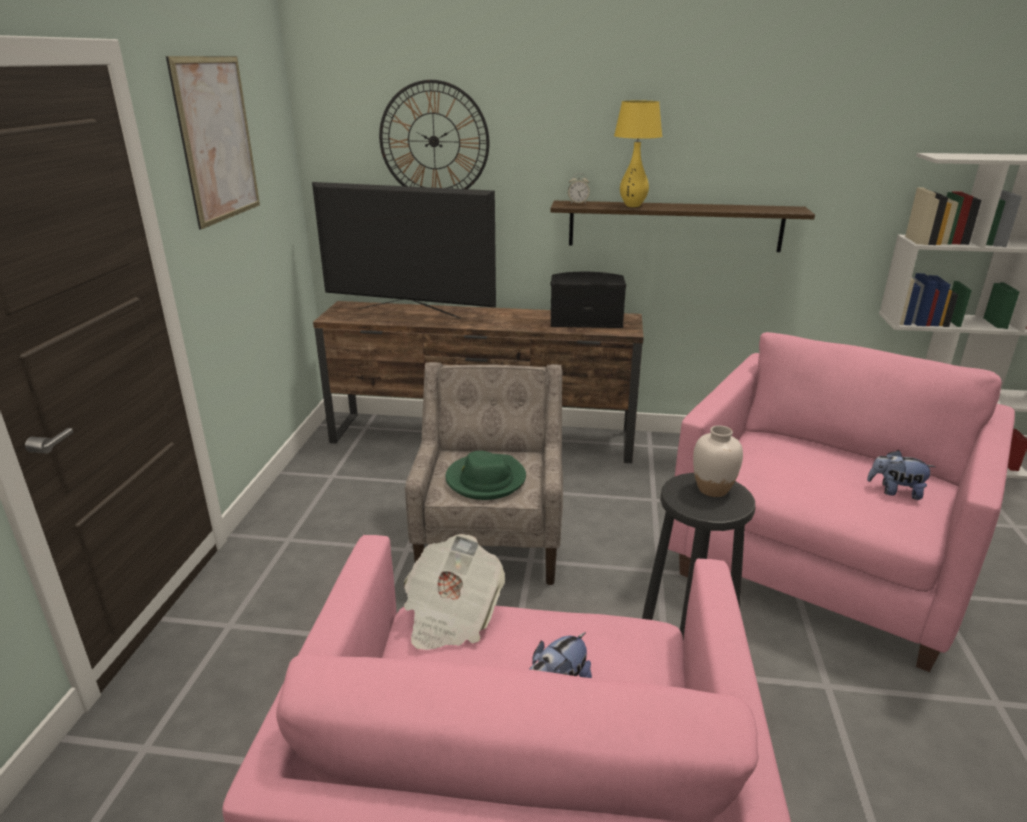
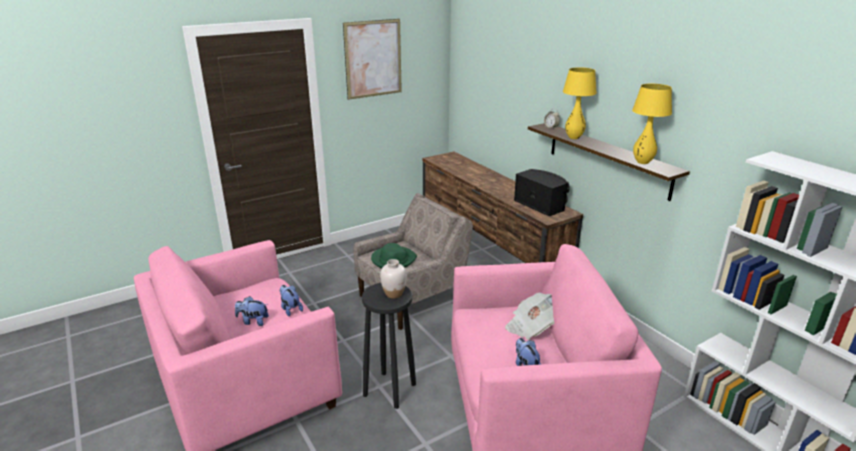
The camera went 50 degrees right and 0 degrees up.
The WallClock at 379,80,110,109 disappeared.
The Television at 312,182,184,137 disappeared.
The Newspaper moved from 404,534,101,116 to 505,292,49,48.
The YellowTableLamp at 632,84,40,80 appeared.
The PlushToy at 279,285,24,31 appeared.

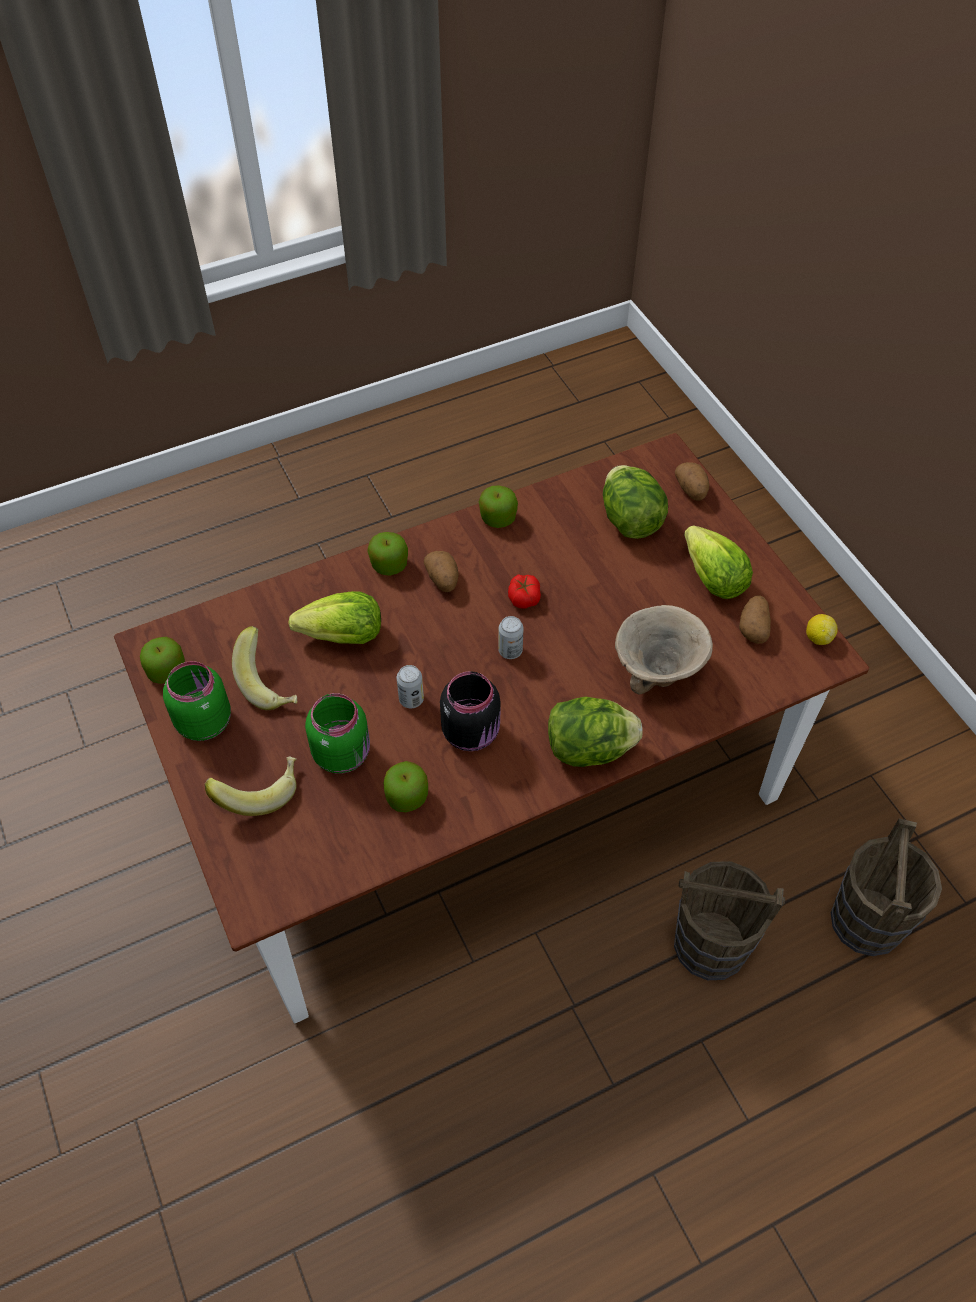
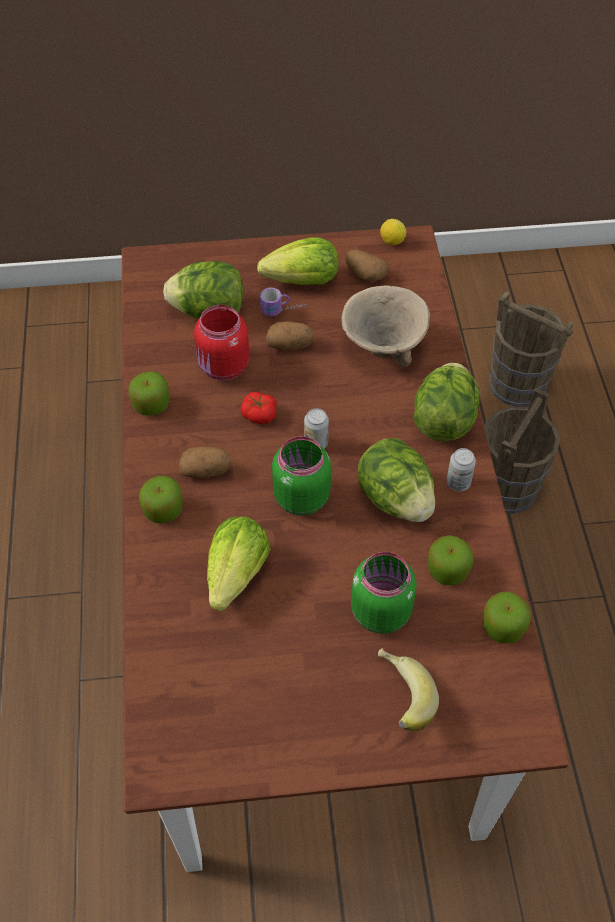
The camera went 70 degrees left and 0 degrees up.
The Potato moved from 675,462,35,39 to 265,322,49,28.
The Banana at 232,626,65,84 disappeared.
The Apple moved from 140,637,45,47 to 483,591,48,53.
The GreenJar moved from 163,661,68,80 to 272,436,59,79.
The Can moved from 397,665,27,43 to 447,448,29,44.
The BlackJar at 440,671,61,80 was replaced by the Lettuce at 357,438,78,84.
The Mug at 260,287,47,29 appeared.
The RedJar at 194,305,56,75 appeared.

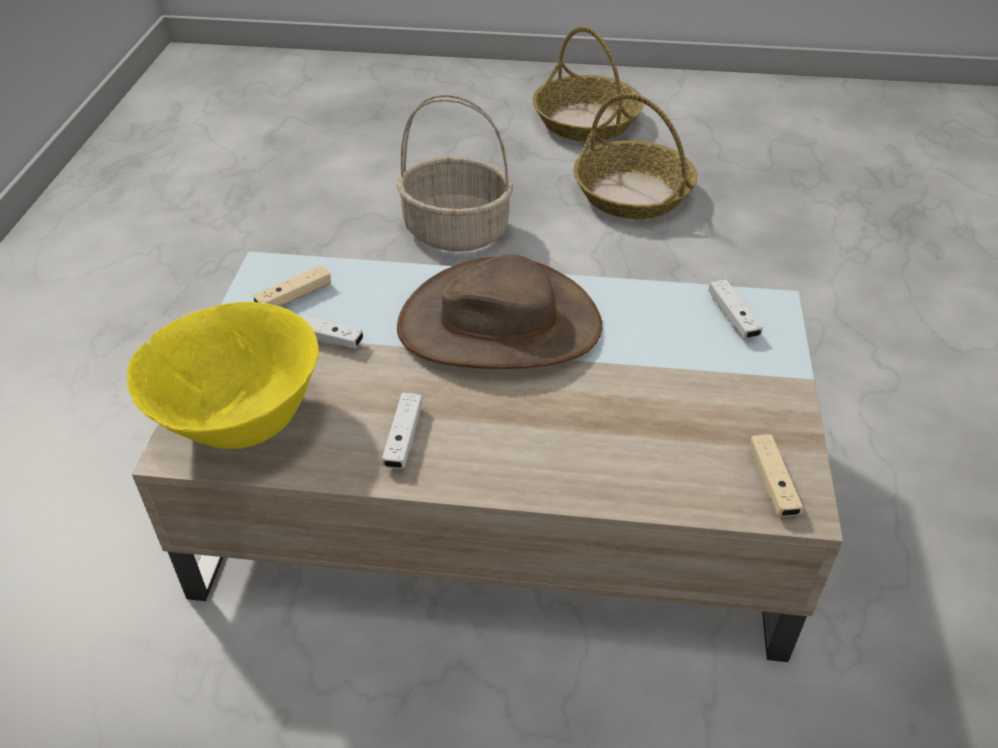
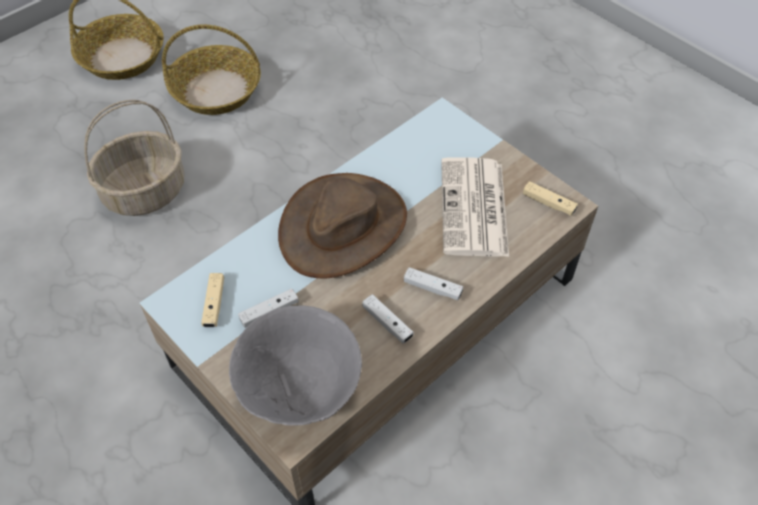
The camera went 50 degrees left and 10 degrees up.
The WhiteGameController moved from 709,279,54,60 to 404,267,59,34.
The YellowBowl at 127,302,192,147 became the GreyBowl at 229,305,133,121.
The Newspaper at 441,158,68,99 appeared.

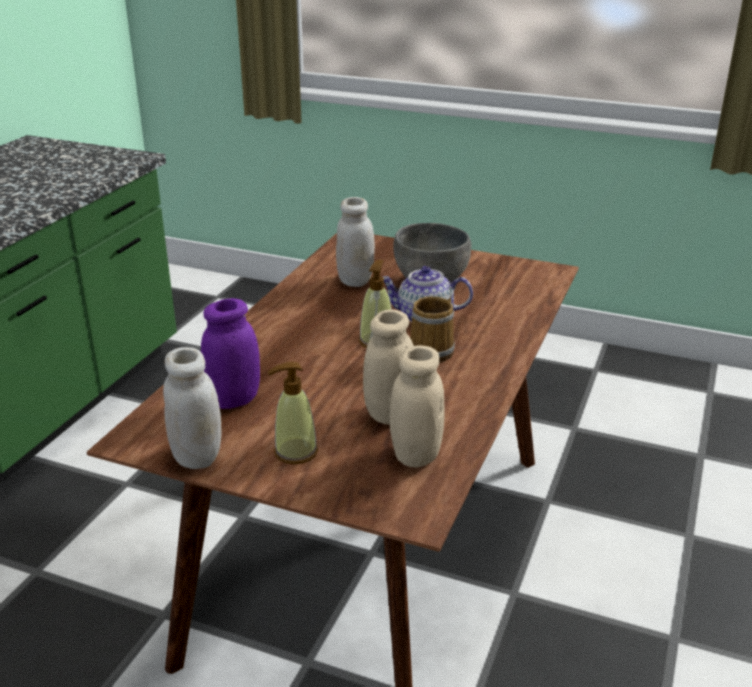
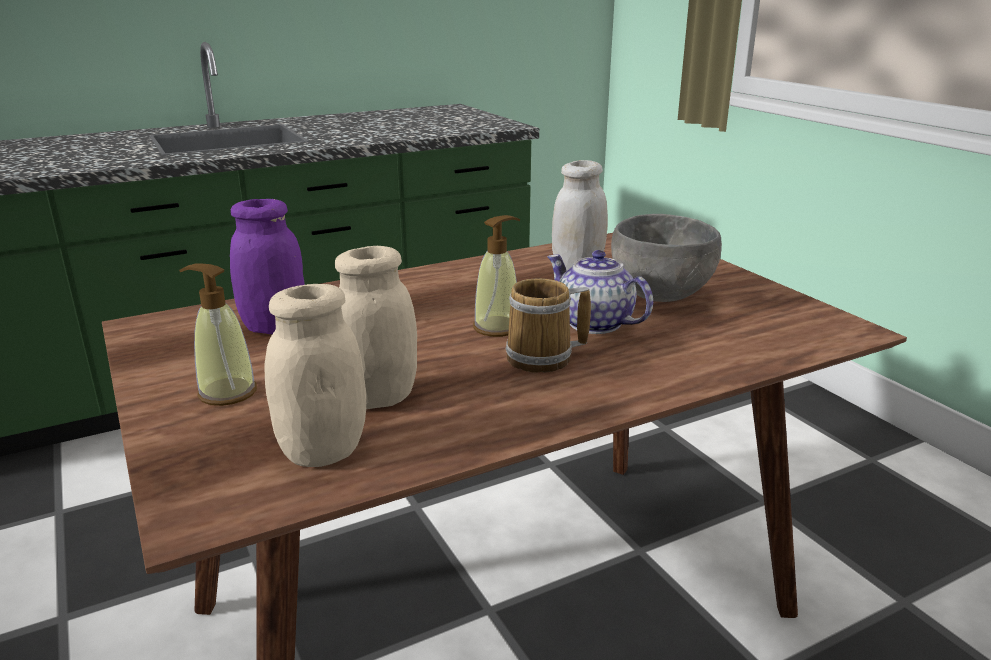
The camera went 40 degrees right and 5 degrees down.
The WhiteJar at 163,347,58,122 disappeared.

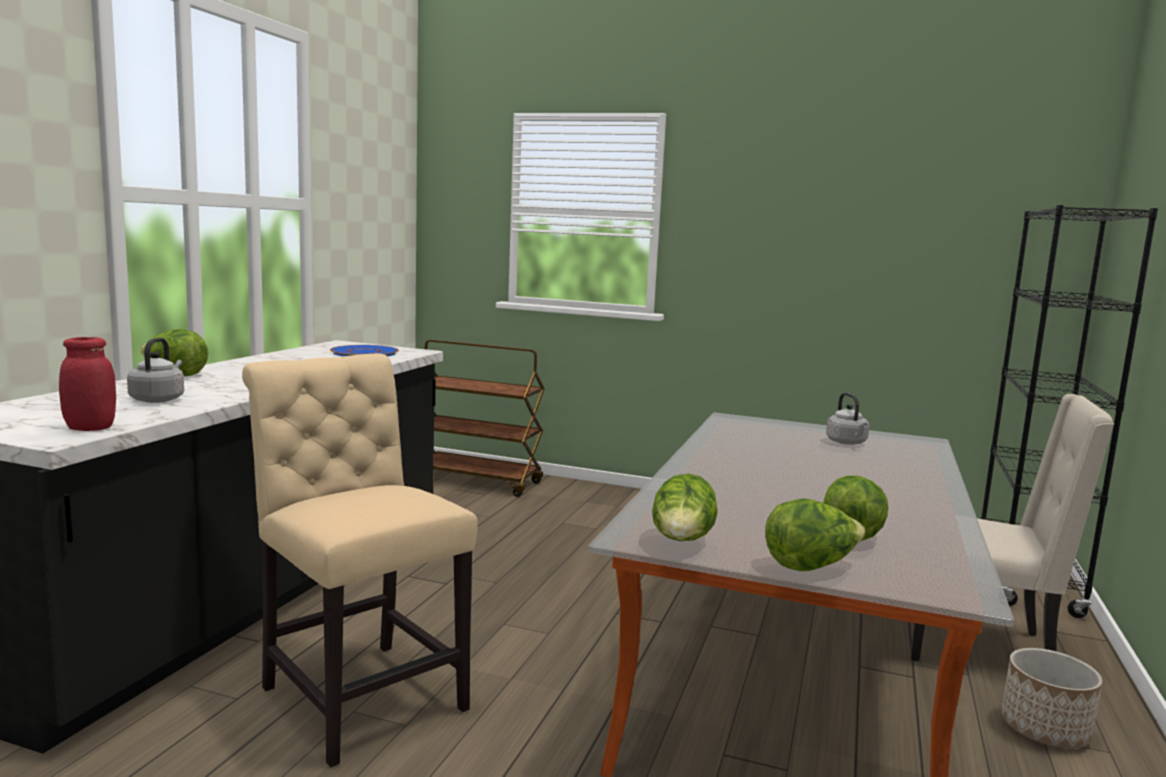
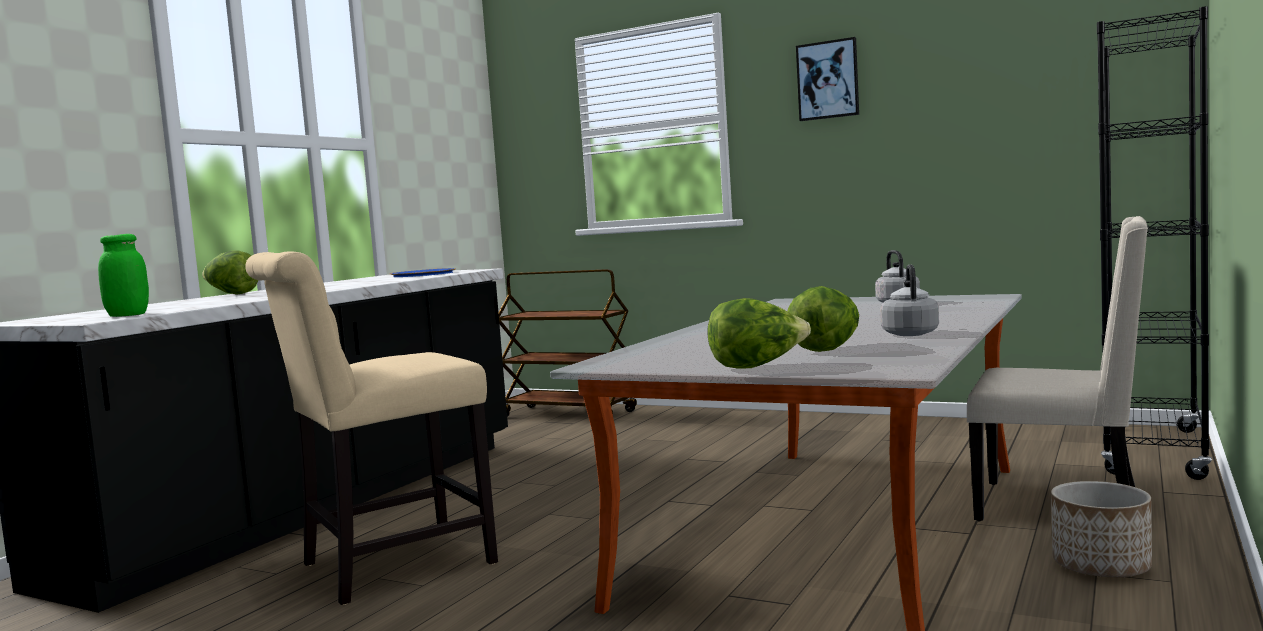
The camera went 10 degrees right and 5 degrees down.
The RedJar at 59,337,57,94 became the GreenJar at 98,234,51,83.
The GreyKettle moved from 127,338,57,65 to 880,265,59,71.
The BeigeChair at 242,353,236,414 turned 90 degrees counterclockwise.
The Lettuce at 652,473,65,68 disappeared.
The Picture at 796,37,63,84 appeared.

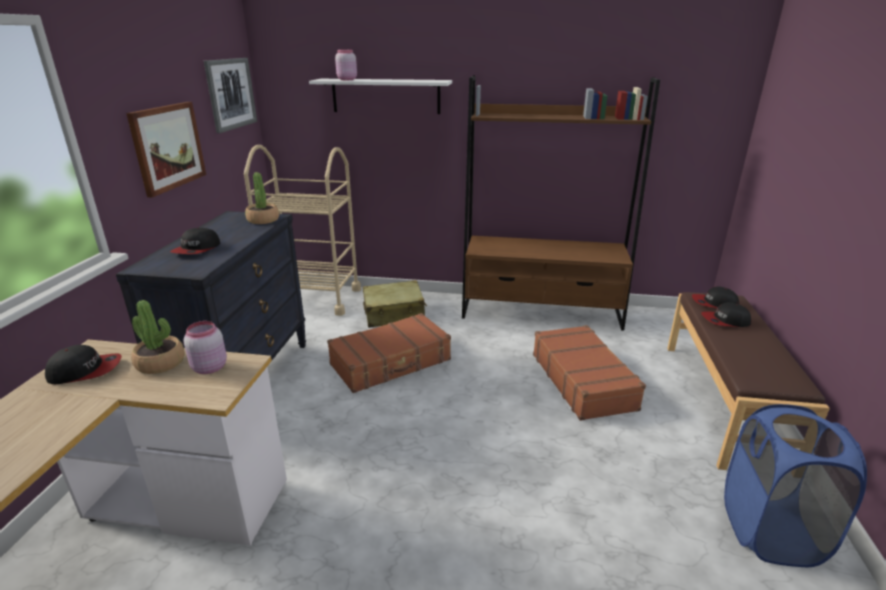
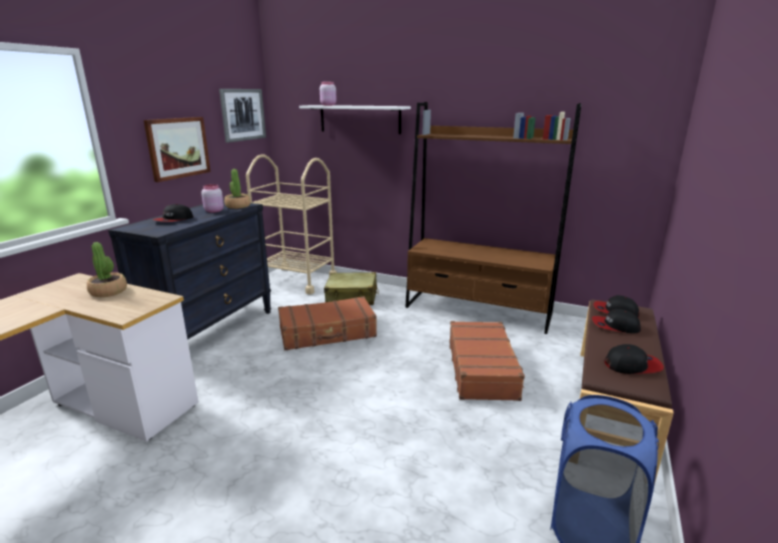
The camera went 15 degrees right and 5 degrees down.
The PinkJar moved from 183,321,44,53 to 201,184,23,29.
The Cap moved from 45,345,77,39 to 604,344,60,30.

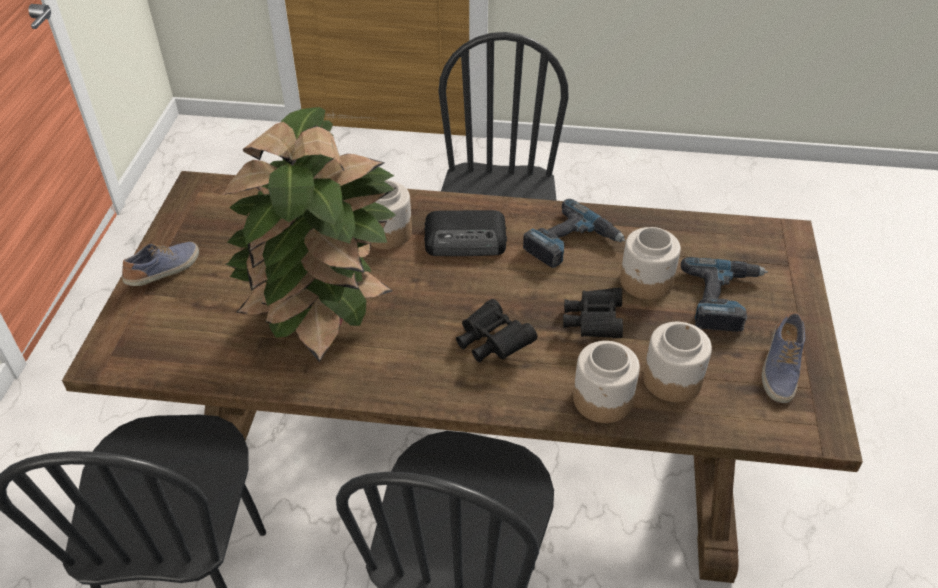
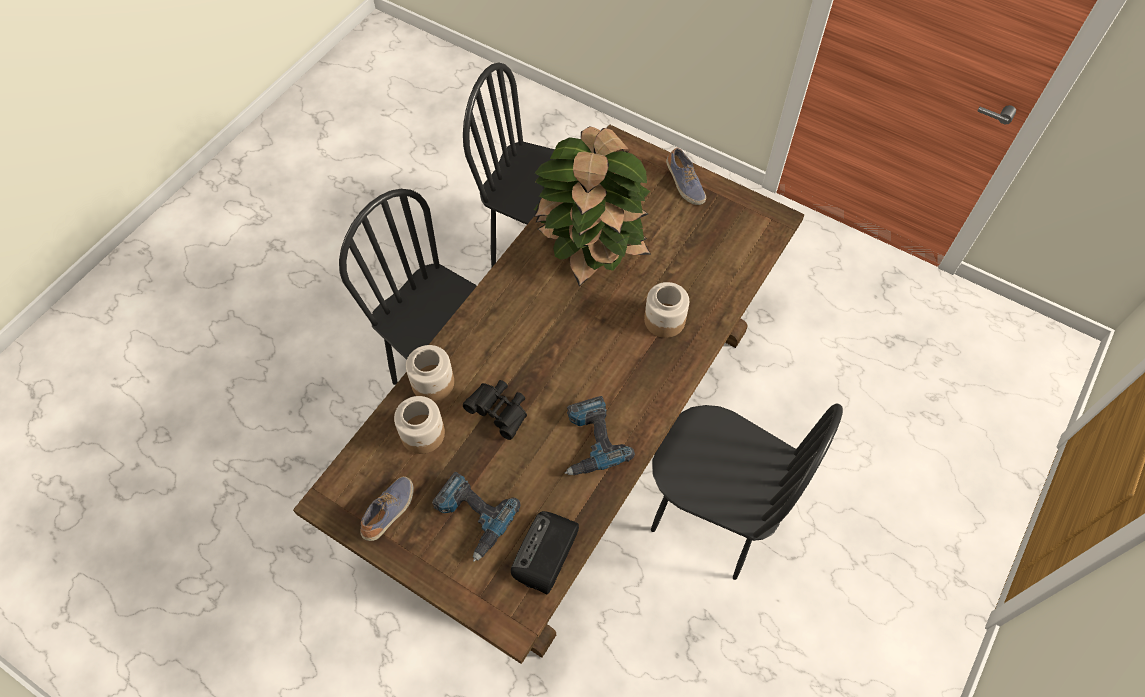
The camera went 115 degrees right and 15 degrees up.
The Radio moved from 424,210,83,46 to 511,511,68,83.
The Jar at 620,227,61,73 disappeared.
The BlackBinoculars at 456,299,82,63 disappeared.
The Shoe at 762,312,43,91 turned 75 degrees clockwise.

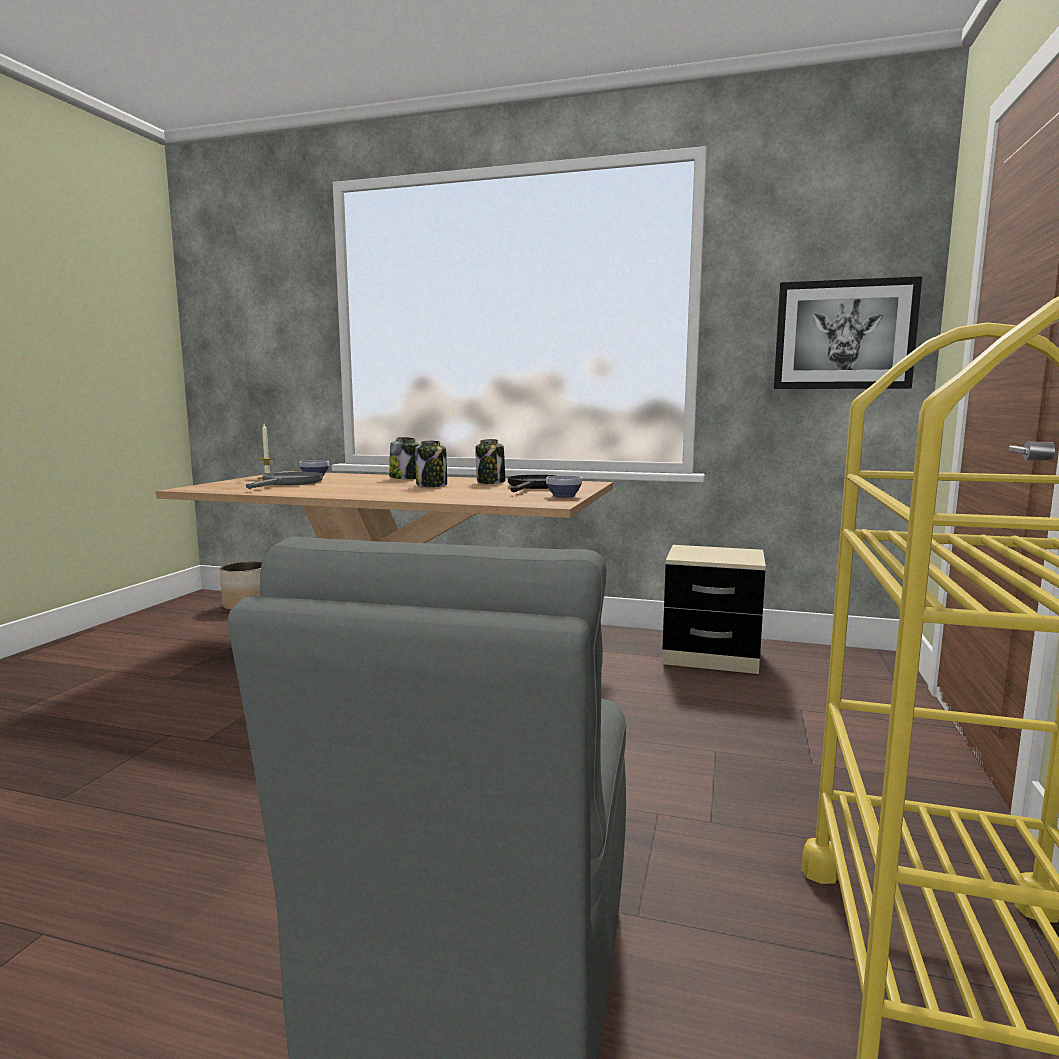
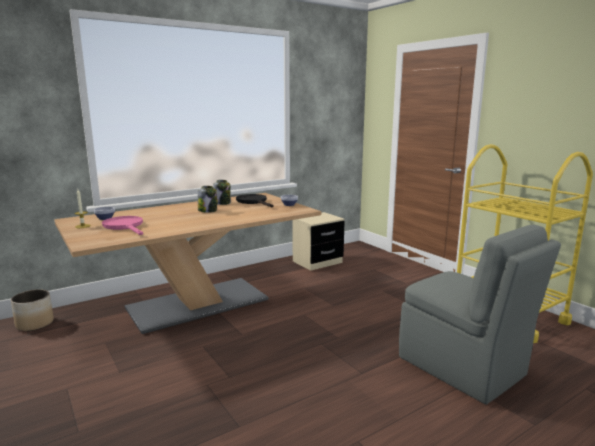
The camera went 50 degrees left and 5 degrees up.
The Picture at 774,276,148,113 disappeared.
The Jar at 389,437,31,42 disappeared.
The GreyFryingPan at 246,472,77,17 became the PinkFryingPan at 102,216,41,19.

